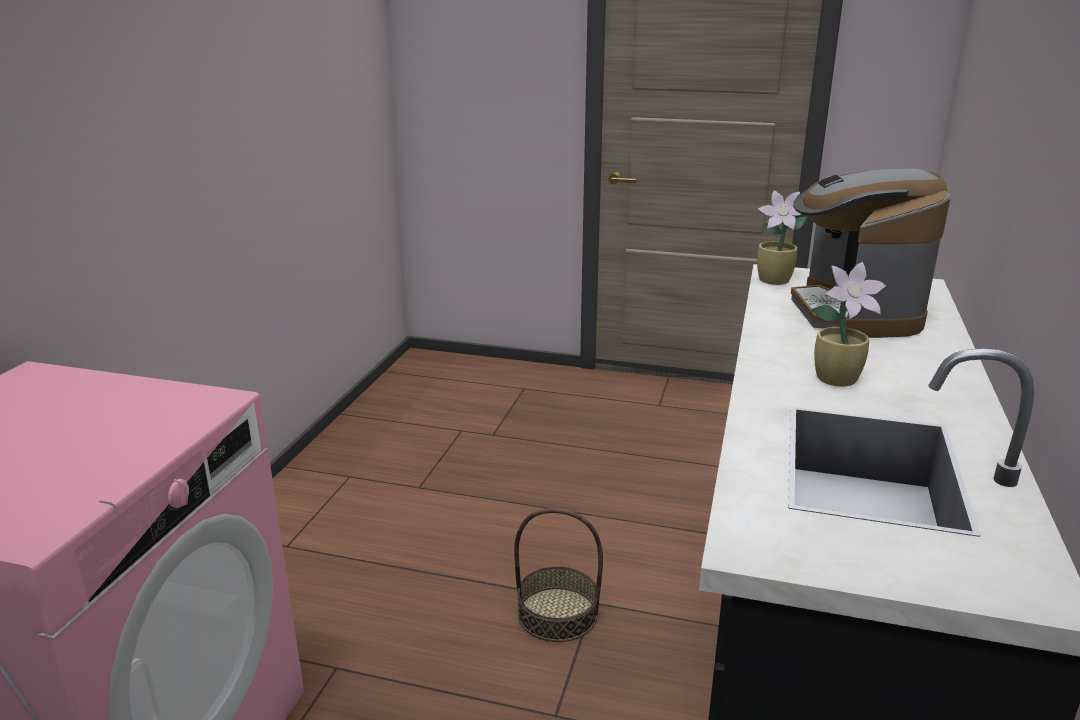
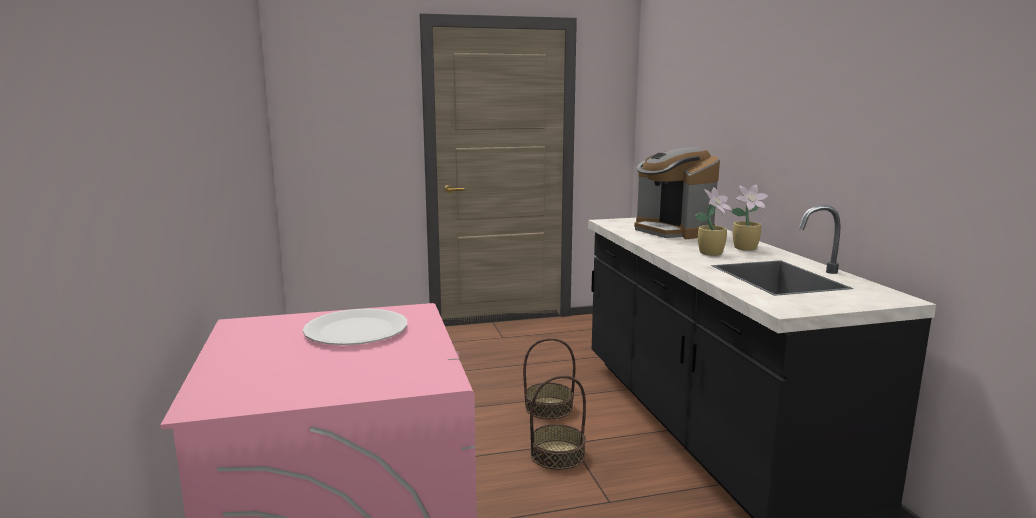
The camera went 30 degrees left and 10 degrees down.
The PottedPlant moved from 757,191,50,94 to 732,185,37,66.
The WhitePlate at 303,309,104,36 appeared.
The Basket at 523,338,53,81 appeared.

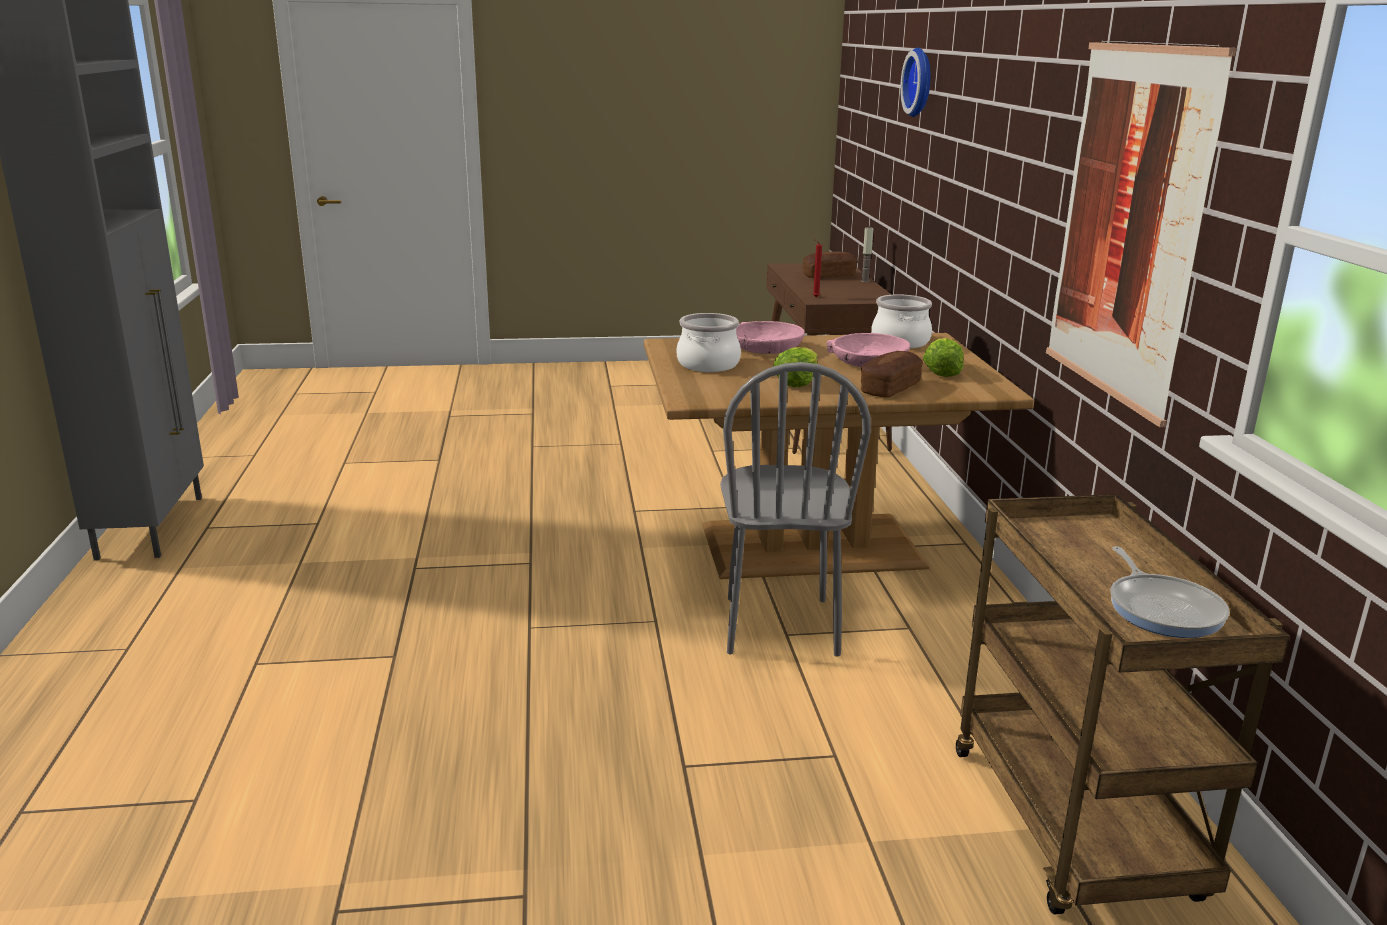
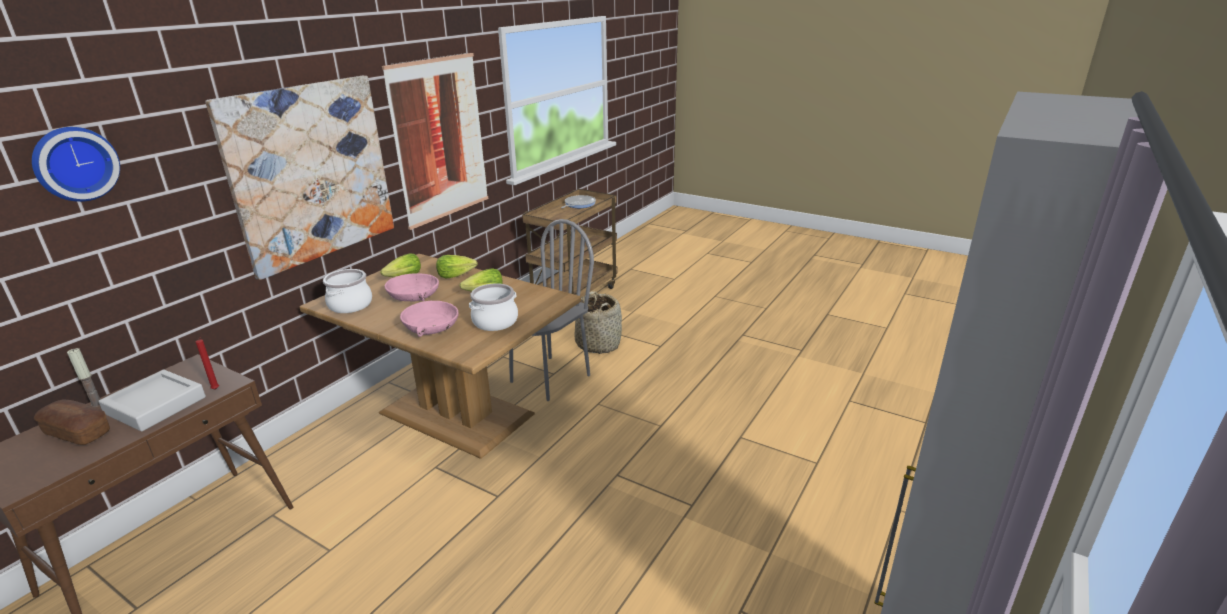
The camera went 140 degrees left and 5 degrees up.
The Bread at 861,351,62,46 was replaced by the Lettuce at 436,255,42,23.
The Picture at 205,76,189,204 appeared.
The Basket at 574,291,48,63 appeared.
The GreyTray at 98,370,108,61 appeared.

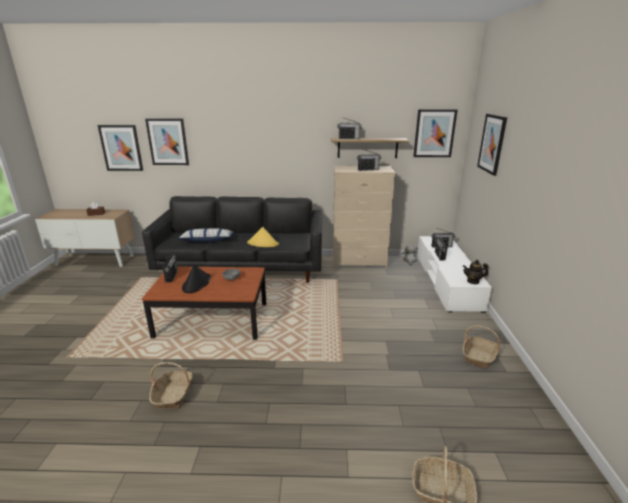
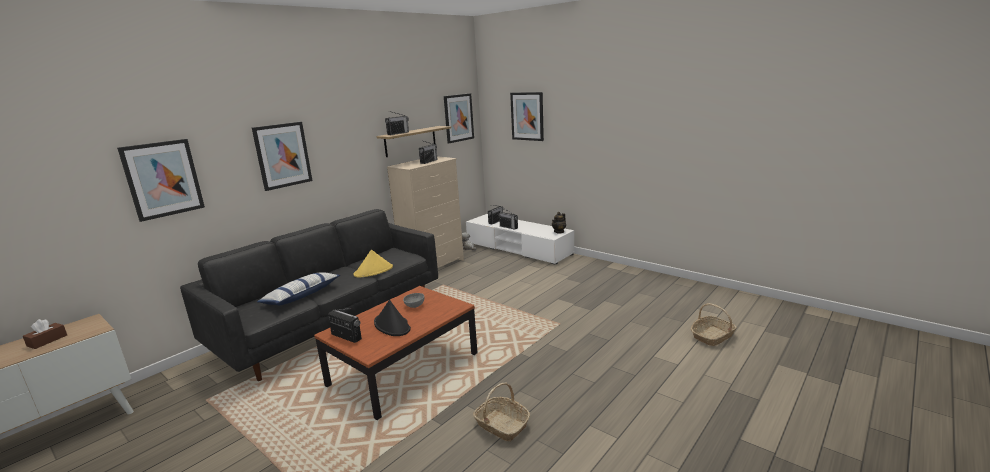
The camera went 50 degrees left and 5 degrees down.
The Picture moved from 98,125,45,46 to 252,122,60,69.
The Basket at 463,325,37,44 disappeared.

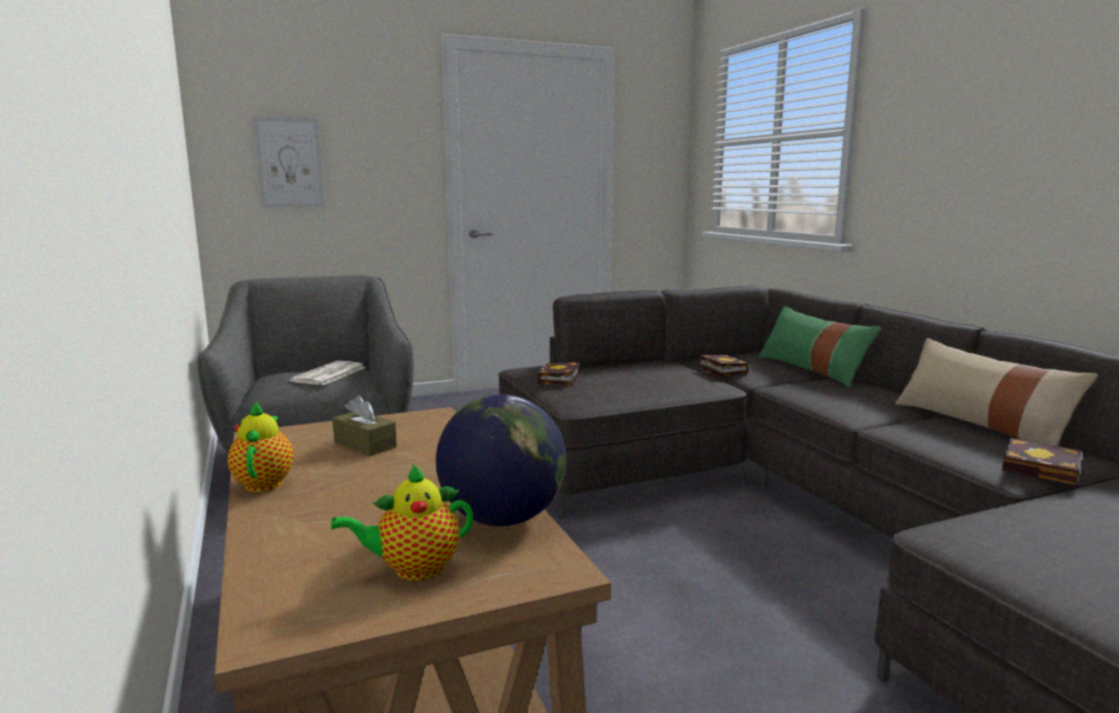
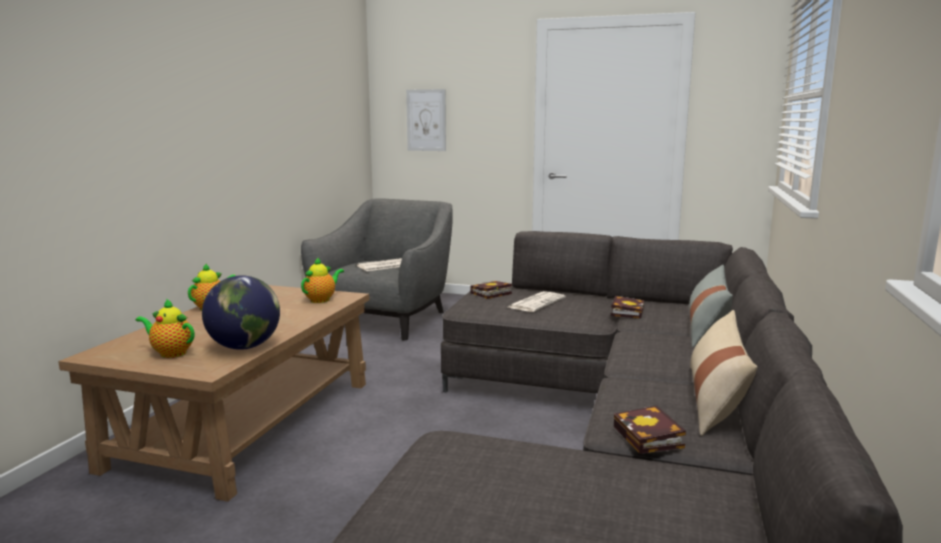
The camera went 40 degrees right and 0 degrees up.
The GreenPillow at 758,306,123,82 became the GreyPillow at 689,265,44,82.
The BrownTissueBox at 332,395,65,61 disappeared.
The Teapot at 301,257,43,46 appeared.
The Newspaper at 508,291,58,21 appeared.

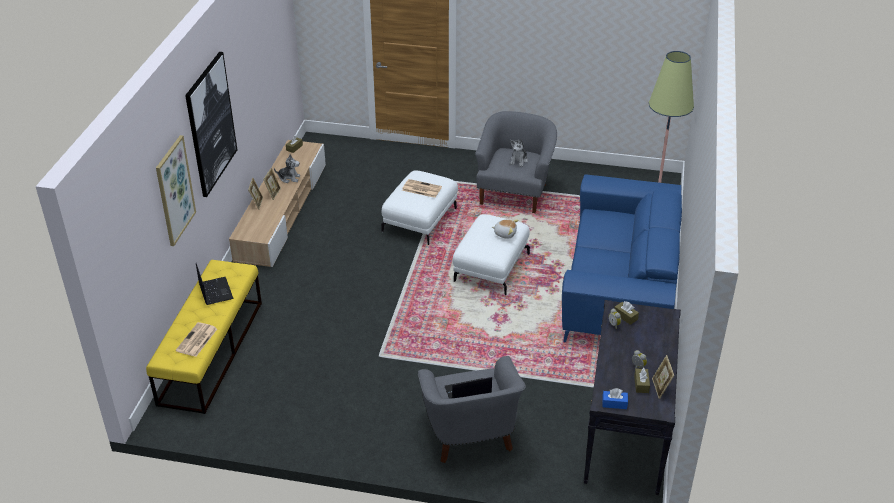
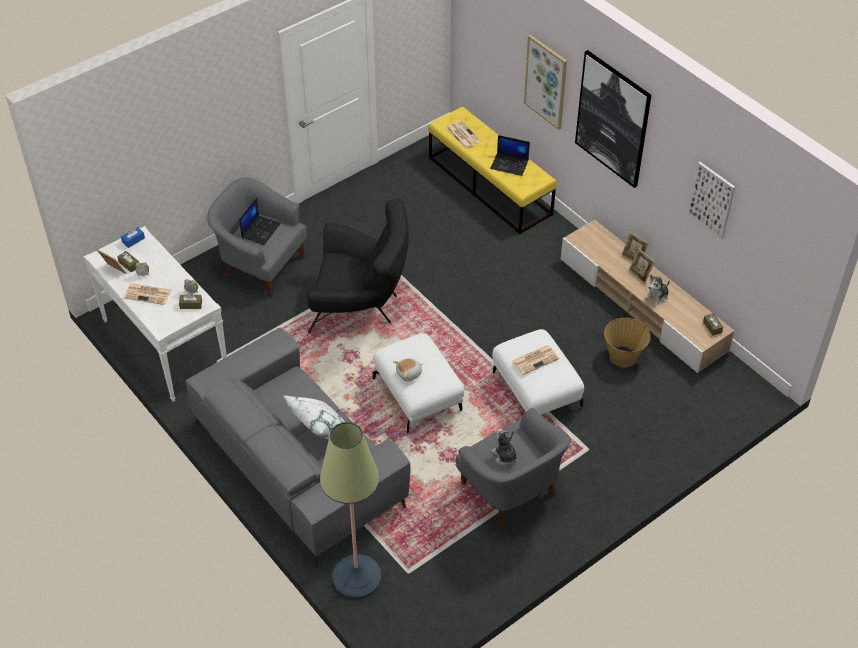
The camera went 130 degrees right and 10 degrees up.
The BlueSofa at 562,174,120,169 became the GreySofa at 186,328,225,239.
The BlackConsoleTable at 584,300,97,195 became the WhiteConsoleTable at 84,226,143,176.
The Picture at 688,162,47,77 appeared.
The BlackArmchair at 307,199,102,134 appeared.
The Newspaper at 124,283,47,22 appeared.
The Basket at 604,318,47,49 appeared.
The WhitePillow at 283,395,62,44 appeared.

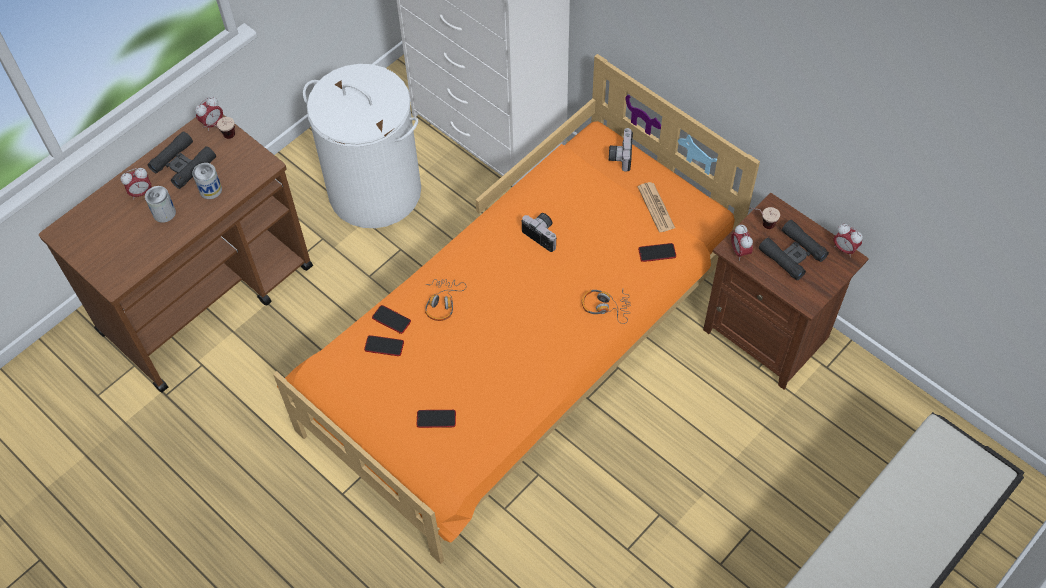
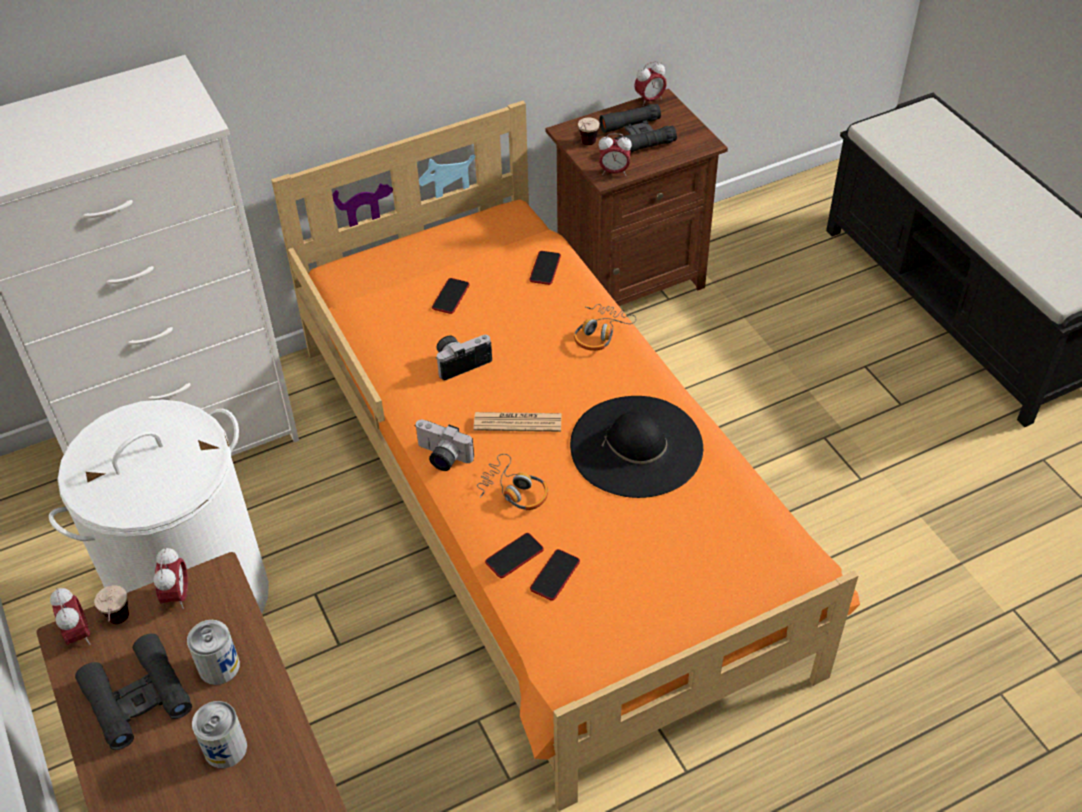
The camera went 70 degrees left and 10 degrees down.
The PhotoCamera moved from 609,128,24,44 to 414,419,60,52.
The AlarmClock moved from 120,168,32,32 to 153,547,35,62.
The Newspaper moved from 638,182,37,50 to 474,412,88,20.
The Phone moved from 417,410,39,18 to 432,278,38,36.
The BlackHat at 570,396,133,102 appeared.

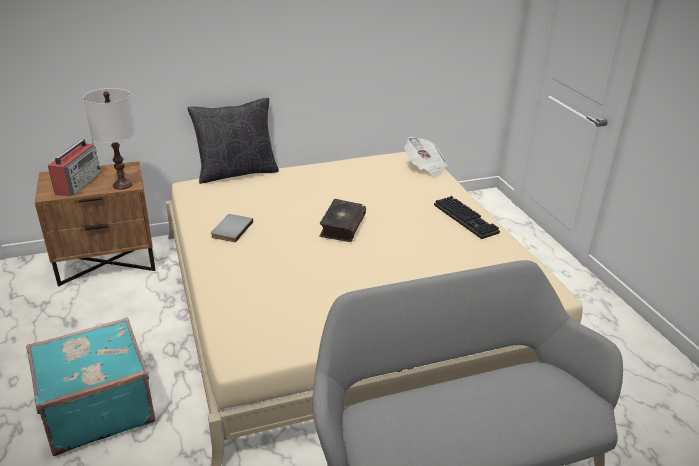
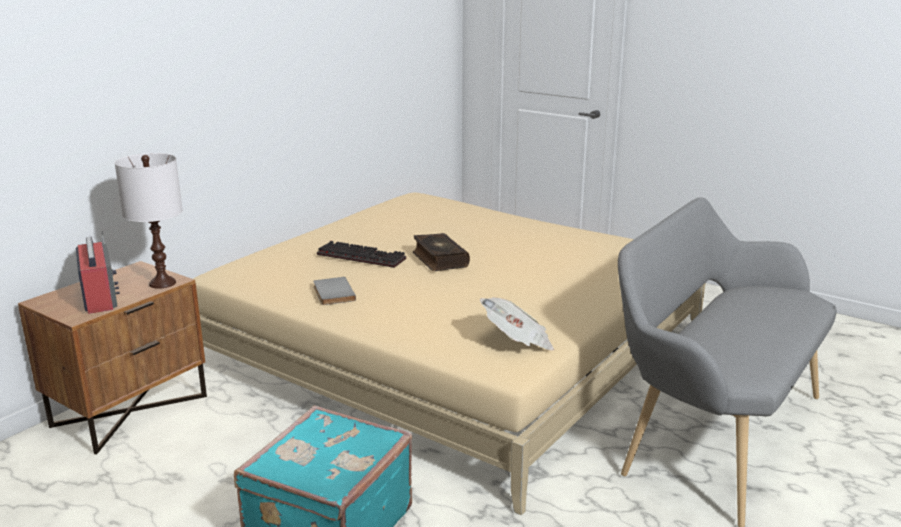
The camera went 35 degrees left and 10 degrees down.
The BlackPillow at 188,98,91,86 disappeared.
The Newspaper moved from 404,137,44,40 to 480,297,74,54.
The Keyboard moved from 434,196,66,43 to 317,241,89,27.

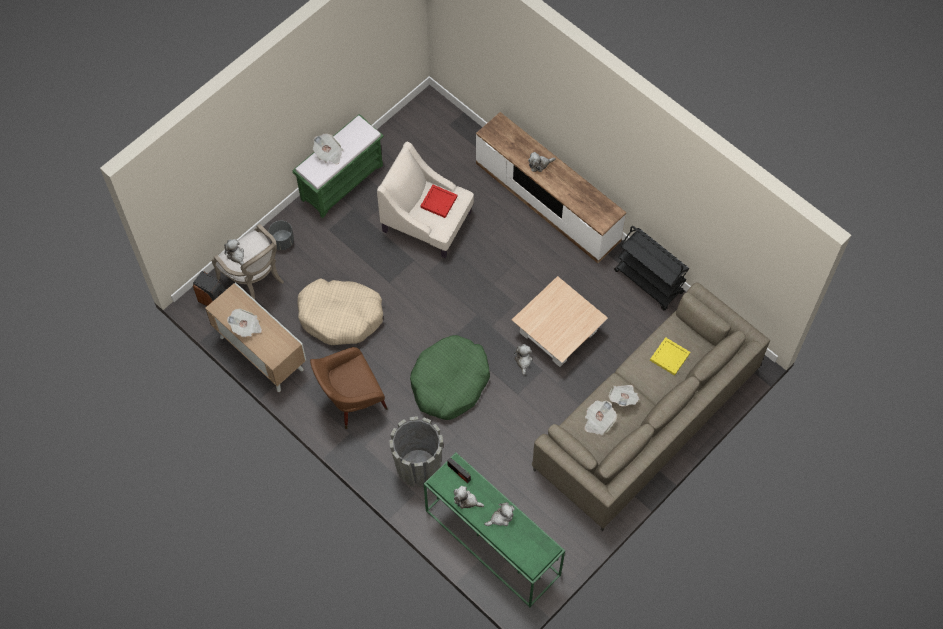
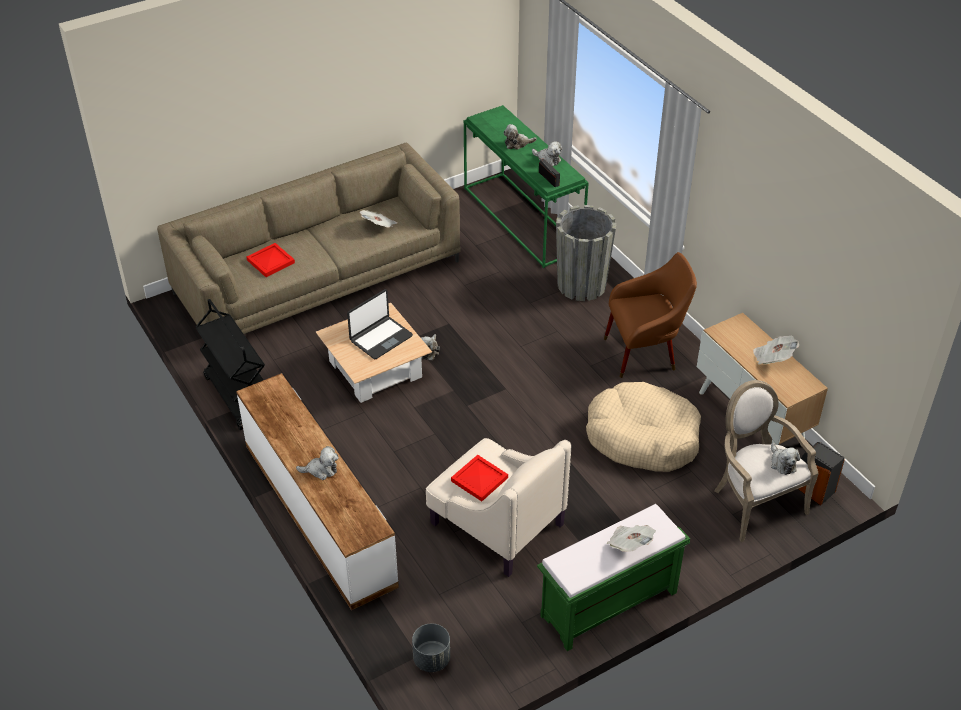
The camera went 165 degrees left and 20 degrees down.
The GreyPlanter moved from 269,221,25,29 to 412,623,38,49.
The GreenDogBed at 410,335,80,85 disappeared.
The YellowTray at 650,337,40,39 became the RedTray at 247,243,48,34.
The Newspaper at 608,385,32,21 disappeared.
The Laptop at 347,289,66,70 appeared.

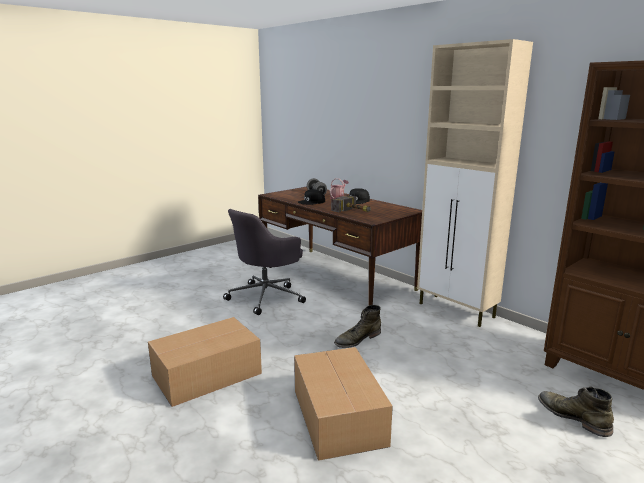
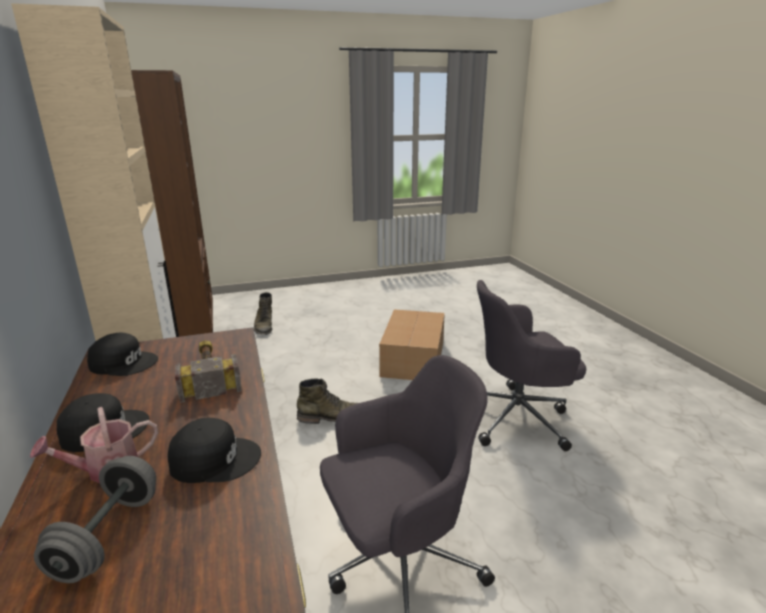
The camera went 155 degrees left and 5 degrees up.
The CardboardBox at 148,317,114,90 was replaced by the GreyOfficeChair at 477,280,109,171.
The BlackCap at 87,333,71,43 appeared.

